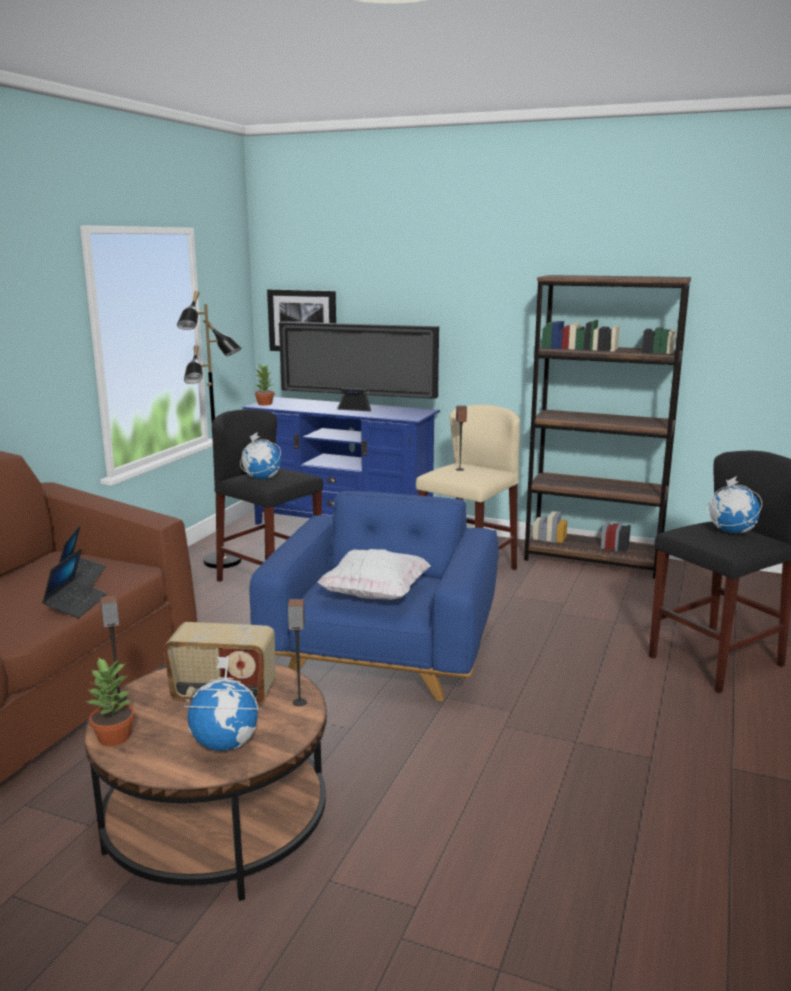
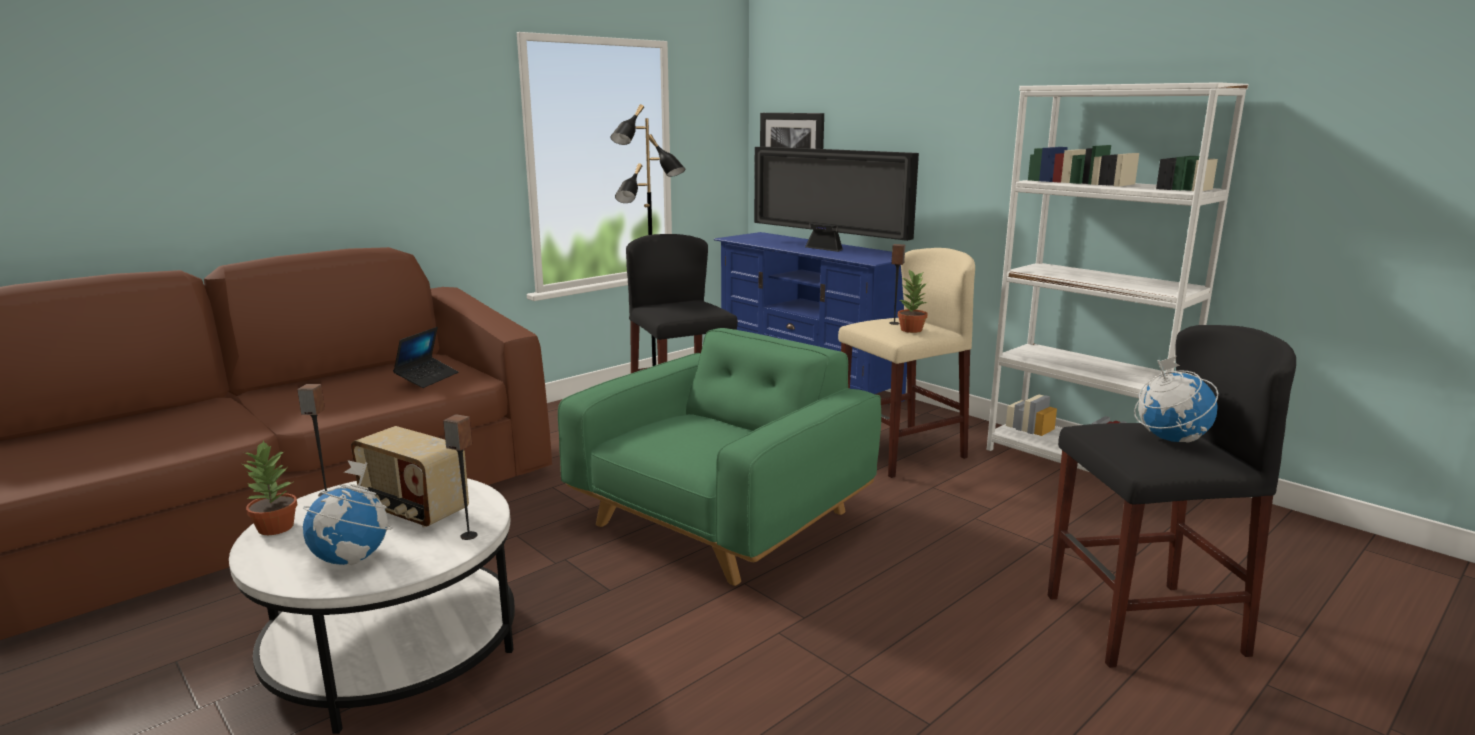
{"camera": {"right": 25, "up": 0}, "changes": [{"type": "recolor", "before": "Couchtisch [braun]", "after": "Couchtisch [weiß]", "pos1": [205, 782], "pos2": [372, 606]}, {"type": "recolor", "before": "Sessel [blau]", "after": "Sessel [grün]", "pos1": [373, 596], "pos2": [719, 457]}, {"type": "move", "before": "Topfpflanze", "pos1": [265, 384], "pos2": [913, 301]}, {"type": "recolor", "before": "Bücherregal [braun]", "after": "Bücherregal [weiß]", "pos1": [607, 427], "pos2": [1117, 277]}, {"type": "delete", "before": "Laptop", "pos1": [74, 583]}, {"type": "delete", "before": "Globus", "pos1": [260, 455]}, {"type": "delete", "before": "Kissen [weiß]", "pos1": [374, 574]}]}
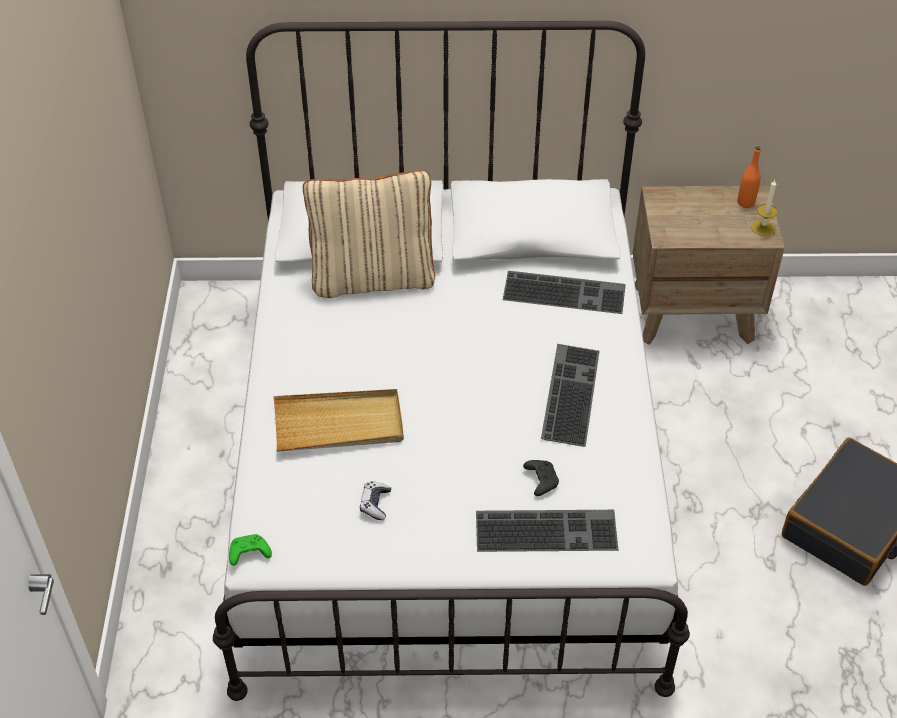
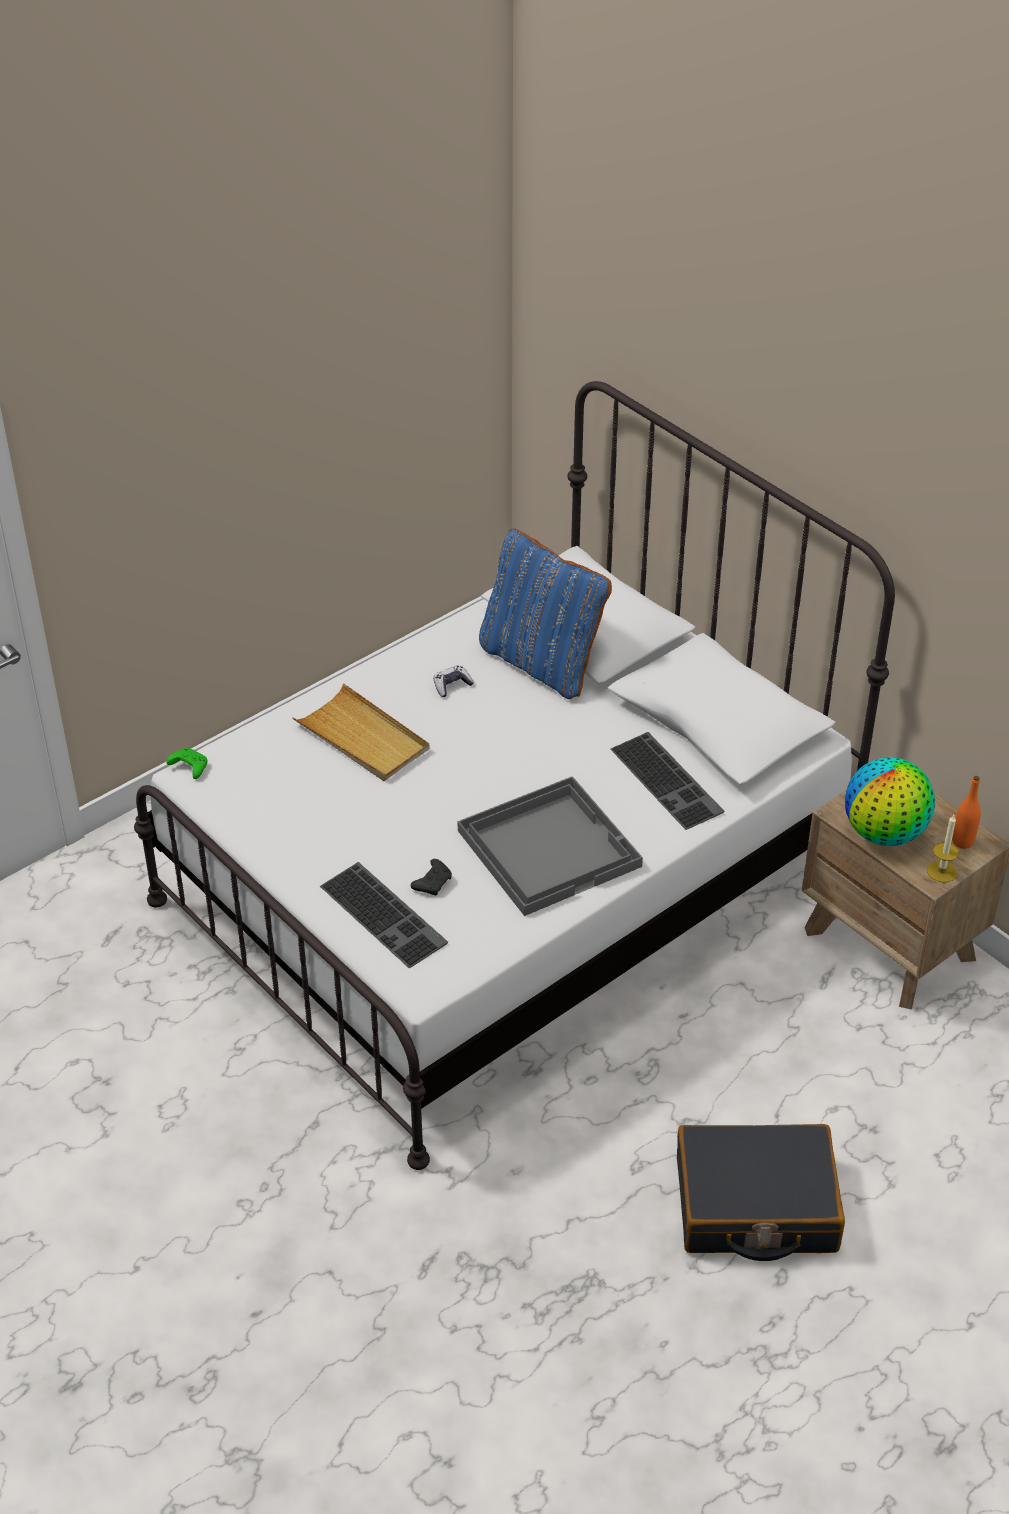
{"camera": {"right": 50, "up": -5}, "changes": [{"type": "move", "before": "Gamepad", "pos1": [375, 500], "pos2": [453, 681]}, {"type": "replace", "before": "Tastatur", "after": "Tablett [grau]", "pos1": [570, 395], "pos2": [550, 846]}, {"type": "recolor", "before": "Kissen [beige]", "after": "Kissen [blau]", "pos1": [369, 234], "pos2": [545, 613]}, {"type": "insert", "after": "Globus", "pos2": [890, 801]}]}
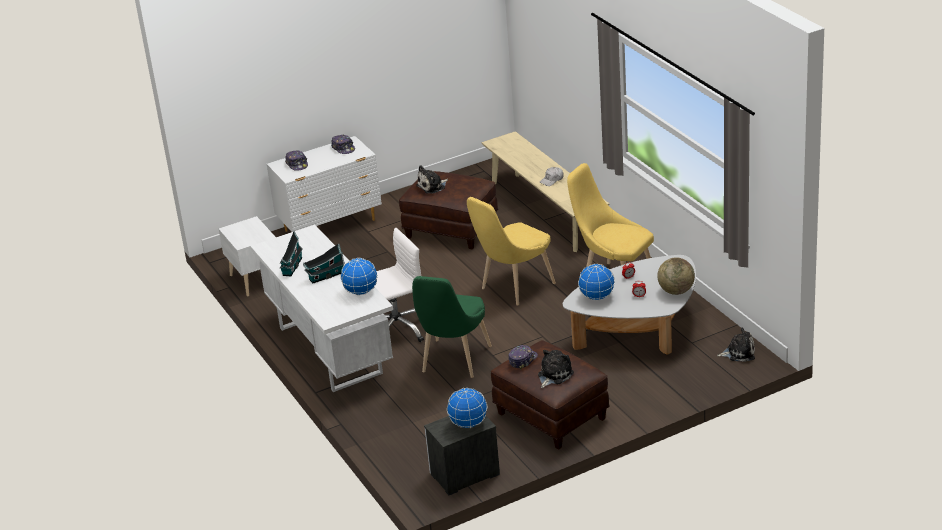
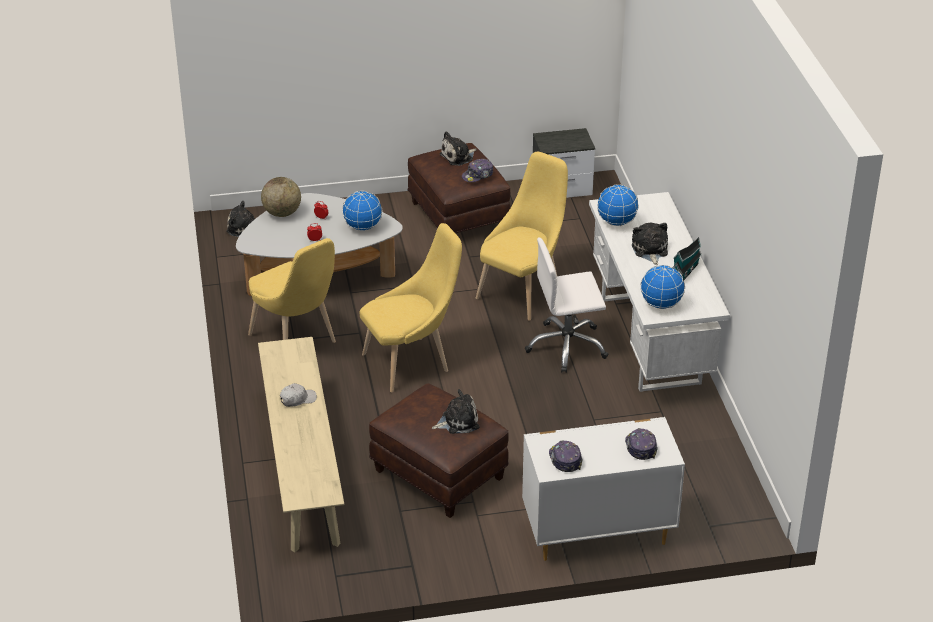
{"camera": {"right": -165, "up": 5}, "changes": [{"type": "recolor", "before": "Stuhl [grün]", "after": "Stuhl [gelb]", "pos1": [452, 327], "pos2": [522, 236]}, {"type": "replace", "before": "Spielzeughaus", "after": "Plüschtier", "pos1": [324, 263], "pos2": [650, 243]}, {"type": "move", "before": "Globus", "pos1": [467, 408], "pos2": [662, 287]}, {"type": "delete", "before": "Nachttisch [weiß]", "pos1": [247, 256]}]}
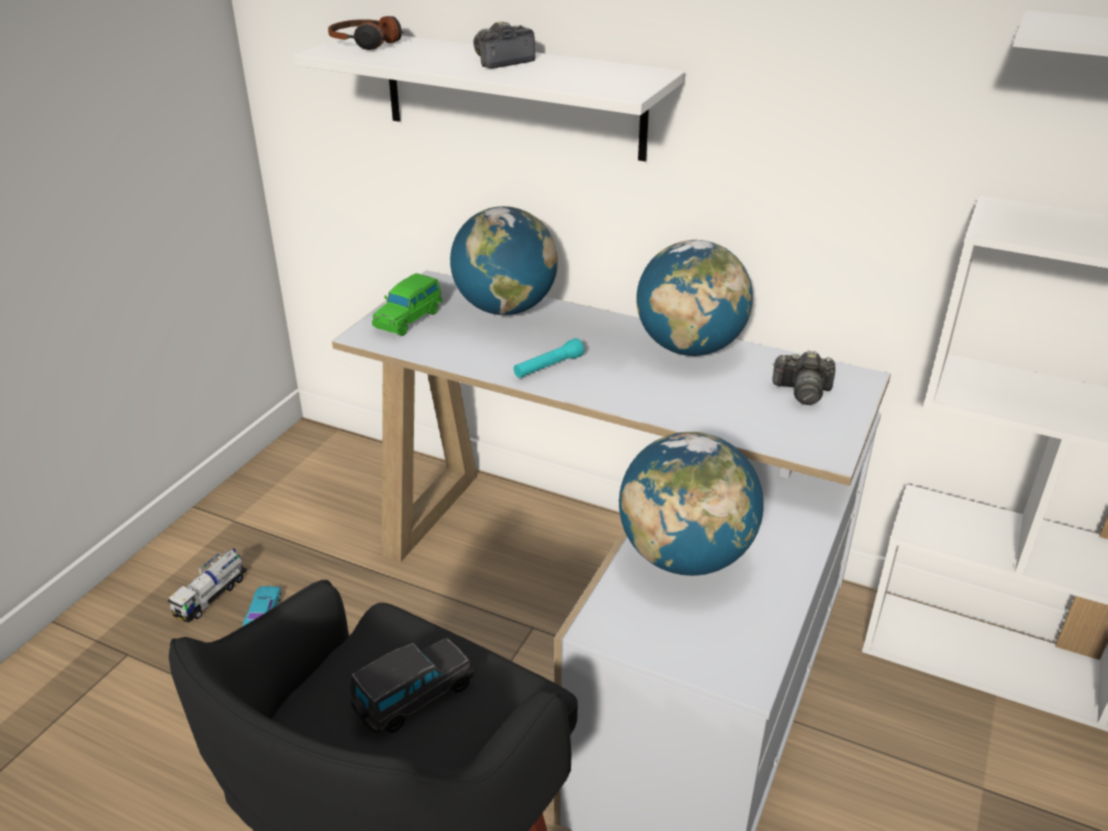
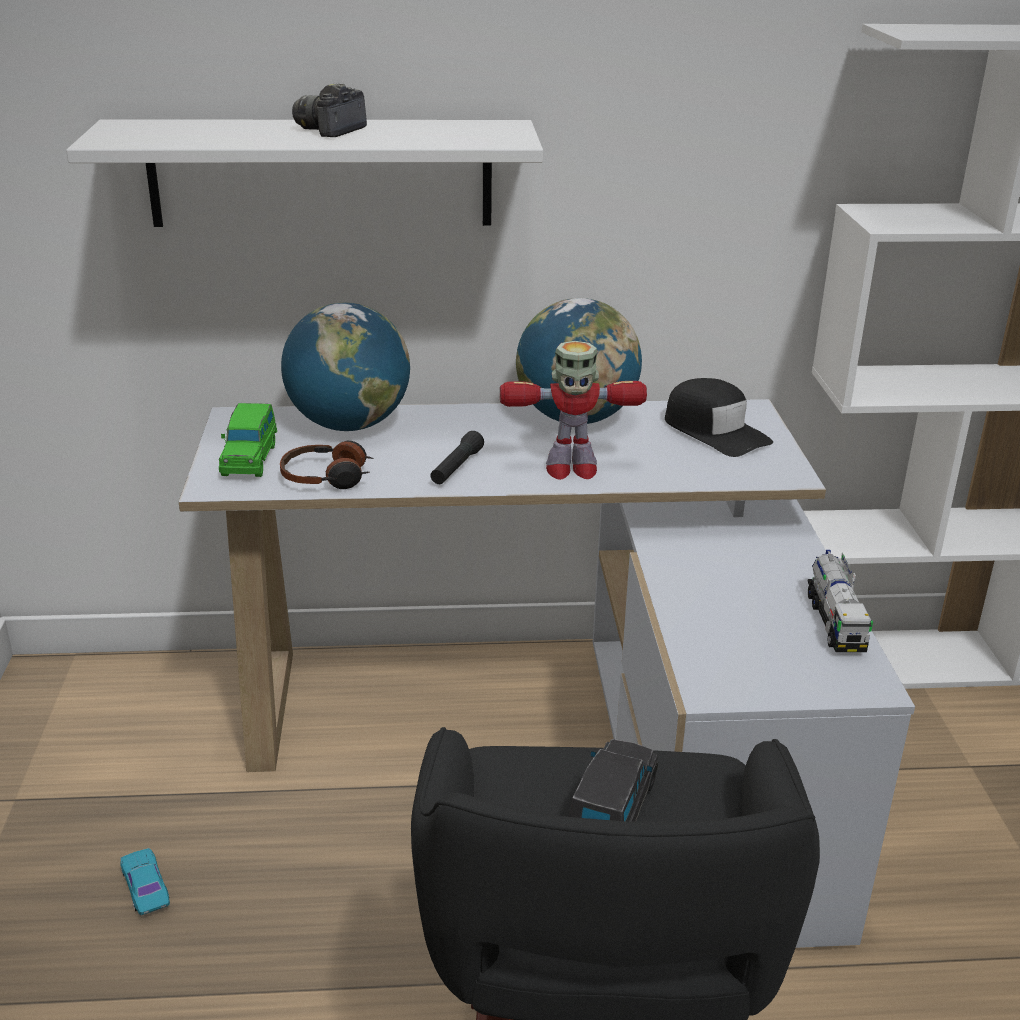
{"camera": {"right": -30, "up": -5}, "changes": [{"type": "move", "before": "Kopfhörer", "pos1": [366, 33], "pos2": [327, 465]}, {"type": "recolor", "before": "Taschenlampe [türkis]", "after": "Taschenlampe [schwarz]", "pos1": [549, 358], "pos2": [457, 457]}, {"type": "insert", "after": "Spielzeugroboter", "pos2": [573, 410]}, {"type": "replace", "before": "Kamera", "after": "Kappe [schwarz]", "pos1": [803, 377], "pos2": [719, 417]}, {"type": "move", "before": "Spielzeuglaster", "pos1": [207, 585], "pos2": [840, 601]}, {"type": "delete", "before": "Globus", "pos1": [691, 504]}]}
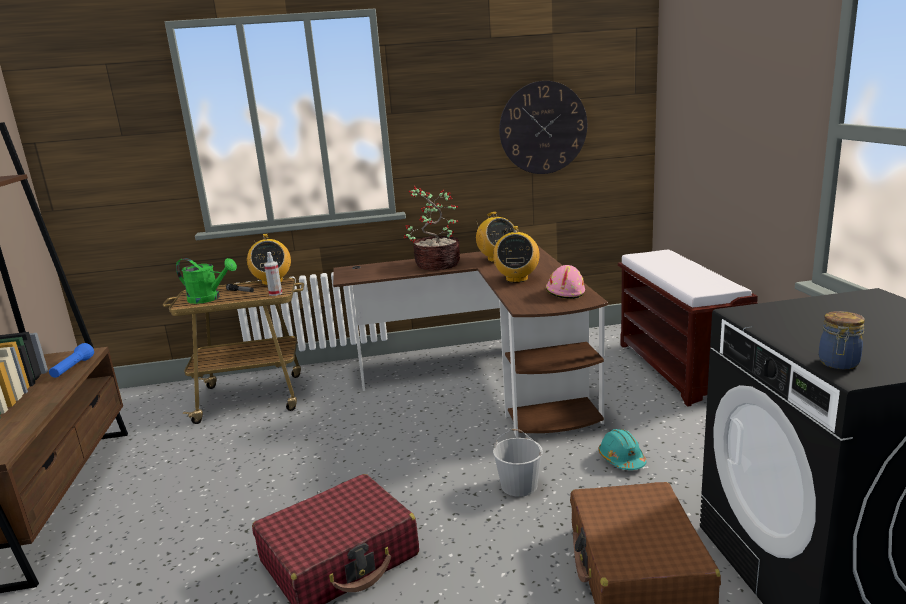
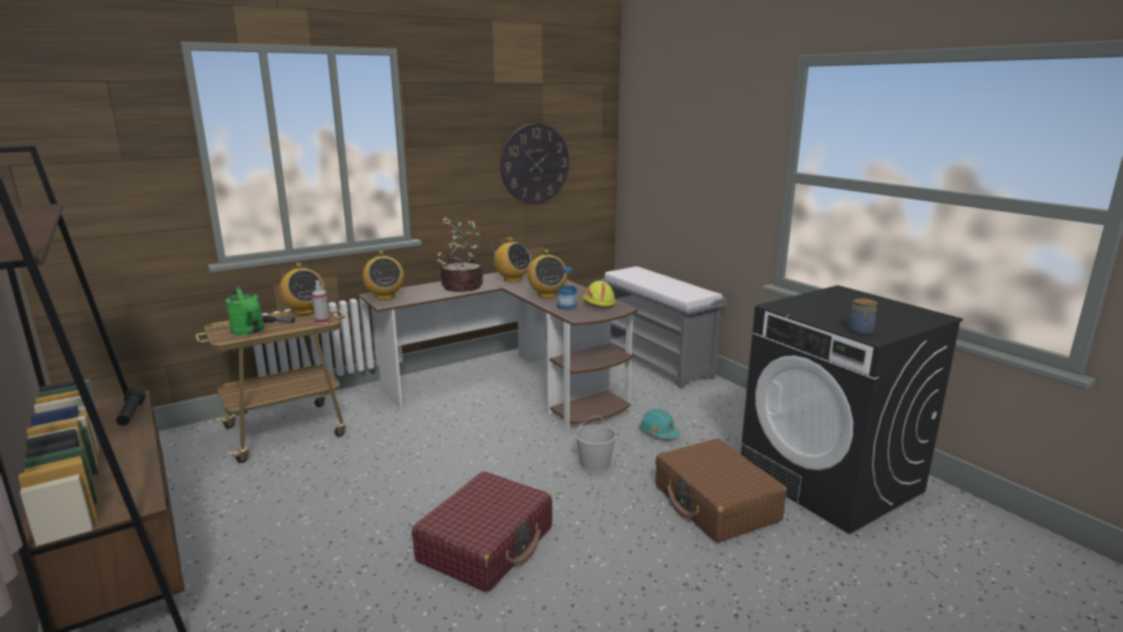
{"camera": {"right": -25, "up": 0}, "changes": [{"type": "recolor", "before": "Taschenlampe [blau]", "after": "Taschenlampe [schwarz]", "pos1": [71, 360], "pos2": [131, 406]}, {"type": "rotate", "before": "Gießkanne [grün]", "pos1": [206, 281], "pos2": [244, 310], "turn": 60}, {"type": "insert", "after": "Radio", "pos2": [383, 275]}, {"type": "insert", "after": "Flasche", "pos2": [567, 288]}, {"type": "recolor", "before": "Schutzhelm [rosa]", "after": "Schutzhelm [gelb]", "pos1": [565, 282], "pos2": [598, 294]}, {"type": "recolor", "before": "Bank [braun]", "after": "Bank [grau]", "pos1": [688, 328], "pos2": [664, 327]}]}
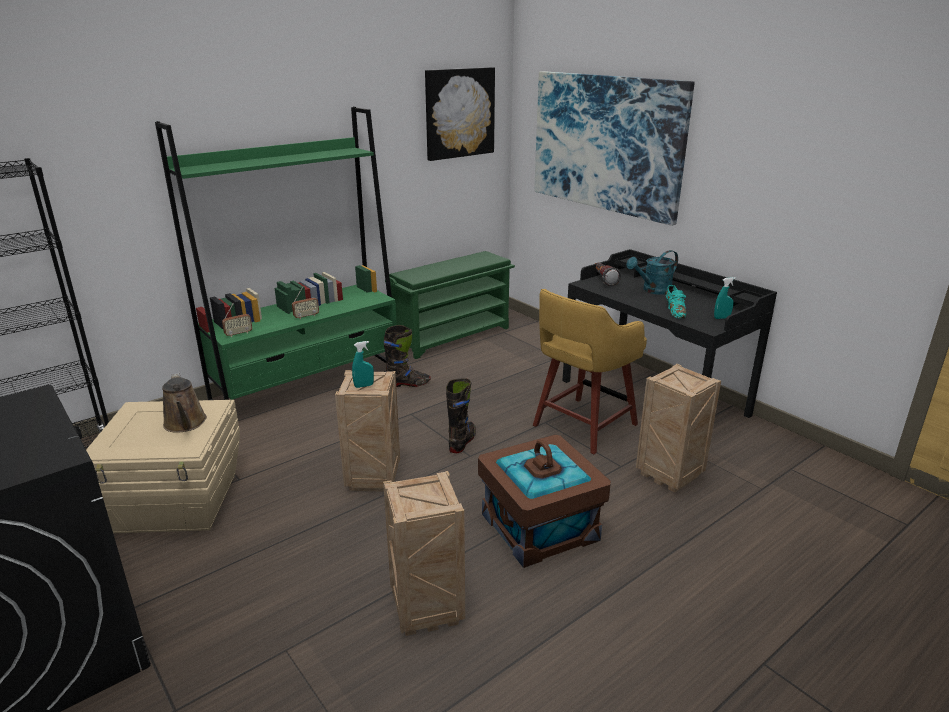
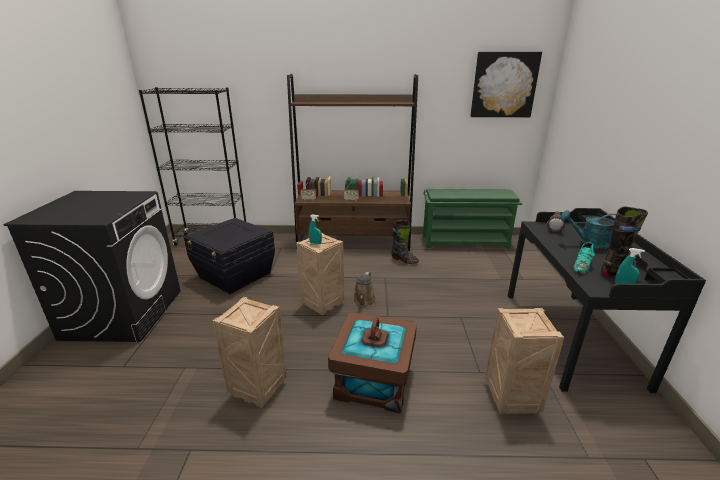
{"camera": {"right": 40, "up": 0}, "changes": [{"type": "recolor", "before": "Aufbewahrungsbox [beige]", "after": "Aufbewahrungsbox [schwarz]", "pos1": [163, 466], "pos2": [229, 256]}, {"type": "recolor", "before": "Bücherregal [grün]", "after": "Bücherregal [braun]", "pos1": [276, 253], "pos2": [352, 162]}, {"type": "move", "before": "Gießkanne [braun]", "pos1": [184, 403], "pos2": [364, 289]}, {"type": "move", "before": "Stiefel [schwarz]", "pos1": [461, 415], "pos2": [624, 242]}, {"type": "delete", "before": "Hocker [gelb]", "pos1": [590, 371]}, {"type": "delete", "before": "Bild", "pos1": [614, 148]}]}
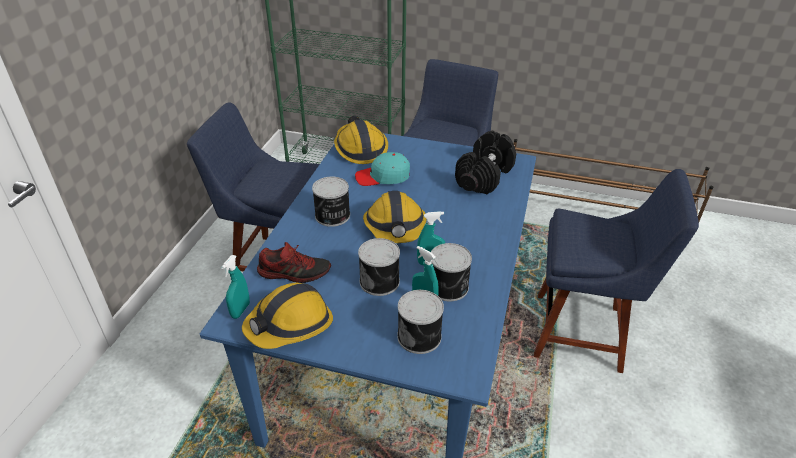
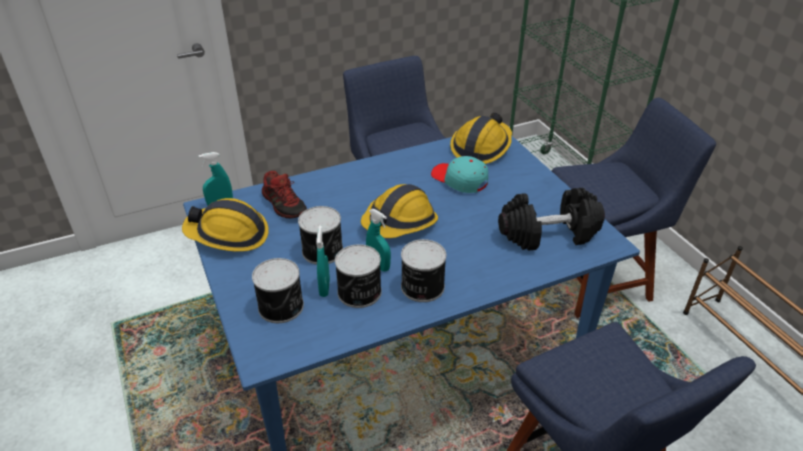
{"camera": {"right": 50, "up": 0}, "changes": [{"type": "move", "before": "Dose", "pos1": [331, 202], "pos2": [423, 270]}]}
